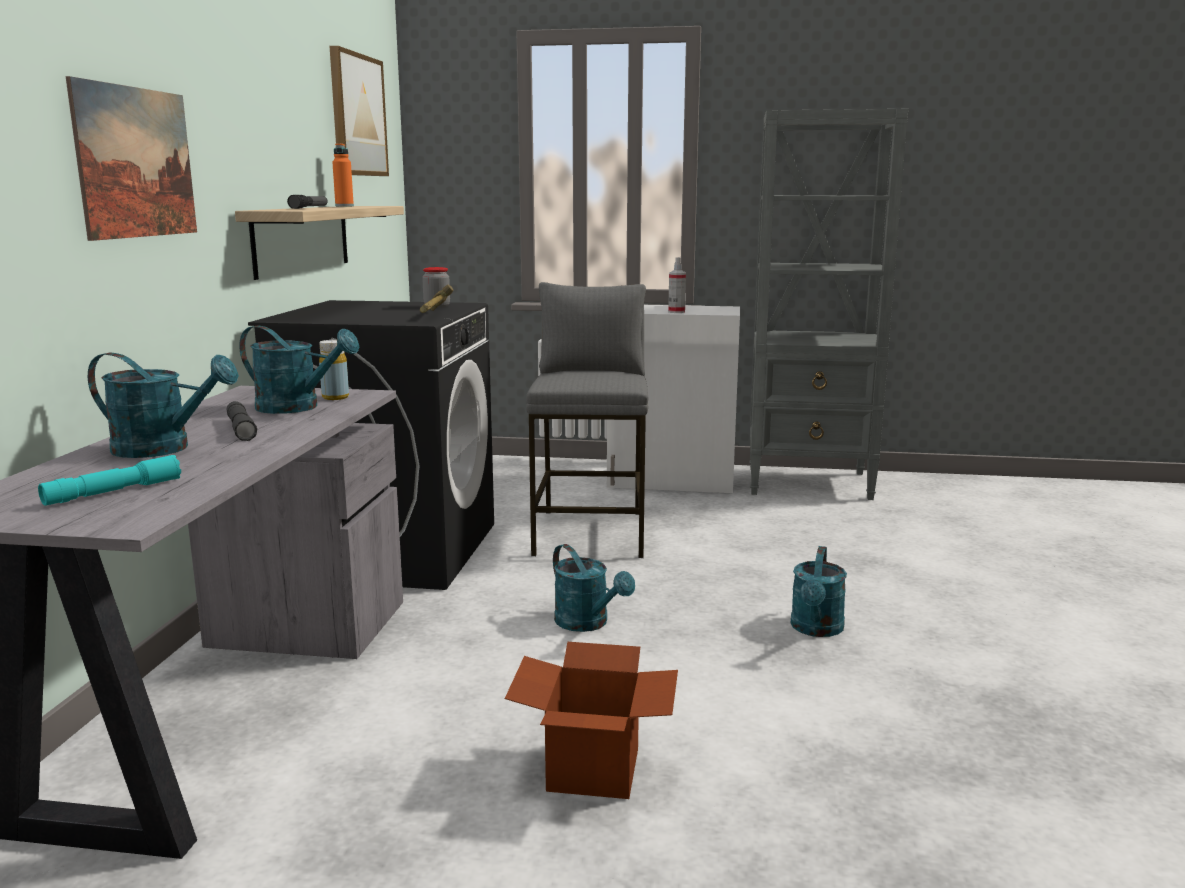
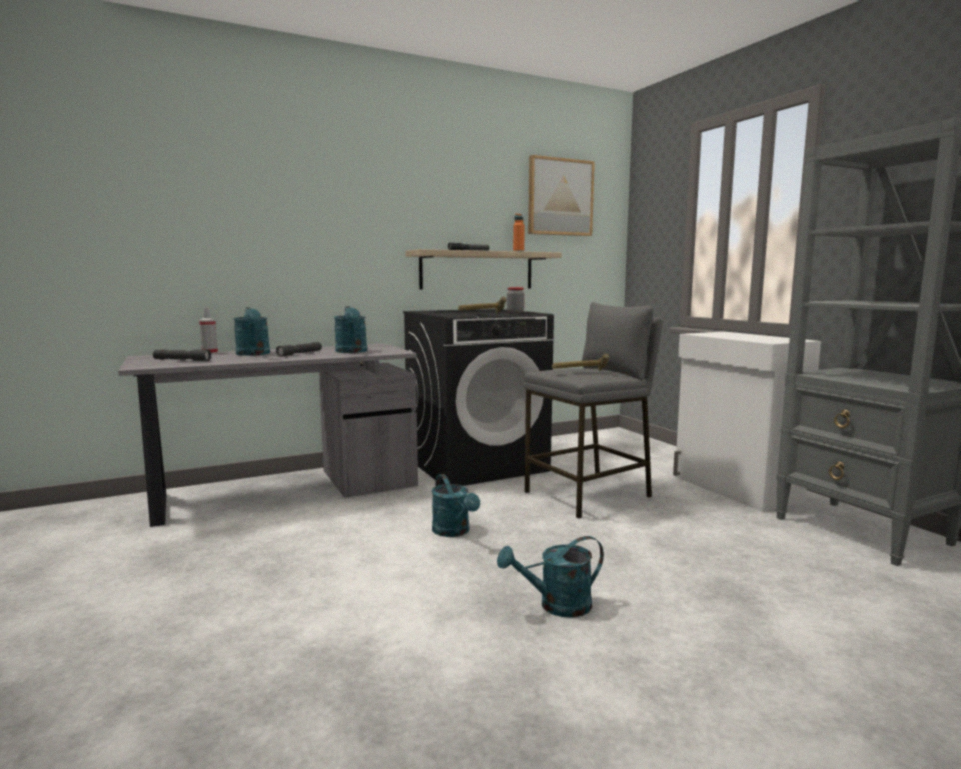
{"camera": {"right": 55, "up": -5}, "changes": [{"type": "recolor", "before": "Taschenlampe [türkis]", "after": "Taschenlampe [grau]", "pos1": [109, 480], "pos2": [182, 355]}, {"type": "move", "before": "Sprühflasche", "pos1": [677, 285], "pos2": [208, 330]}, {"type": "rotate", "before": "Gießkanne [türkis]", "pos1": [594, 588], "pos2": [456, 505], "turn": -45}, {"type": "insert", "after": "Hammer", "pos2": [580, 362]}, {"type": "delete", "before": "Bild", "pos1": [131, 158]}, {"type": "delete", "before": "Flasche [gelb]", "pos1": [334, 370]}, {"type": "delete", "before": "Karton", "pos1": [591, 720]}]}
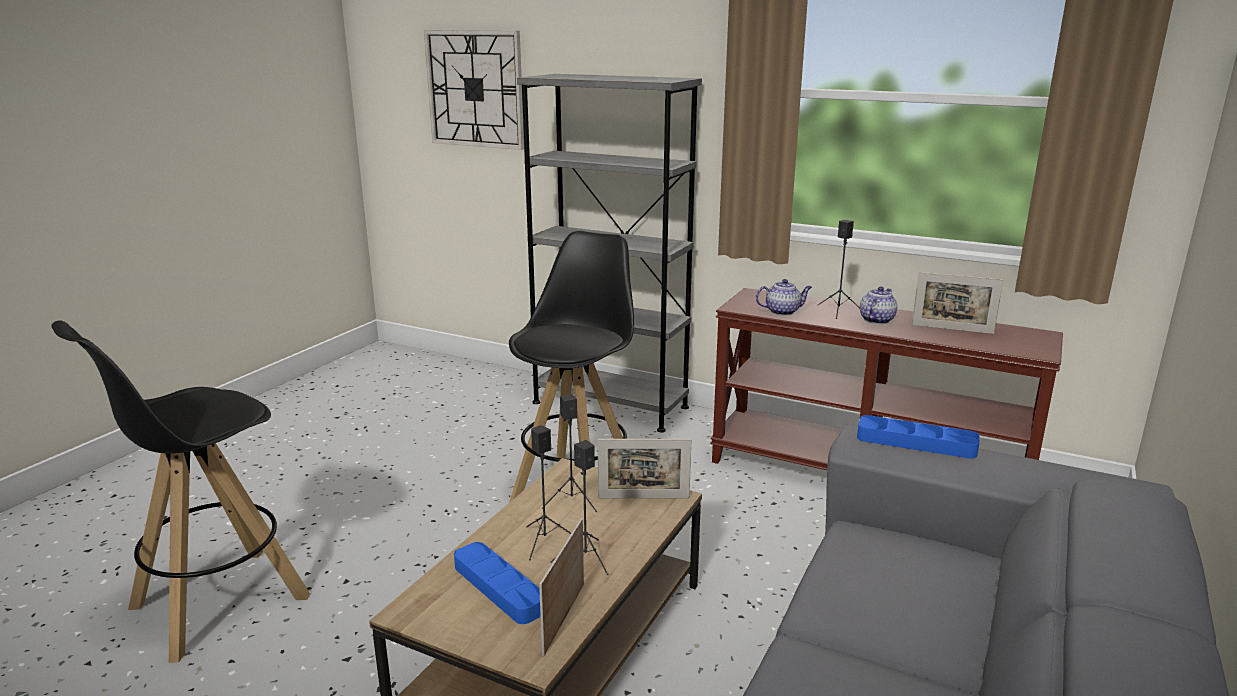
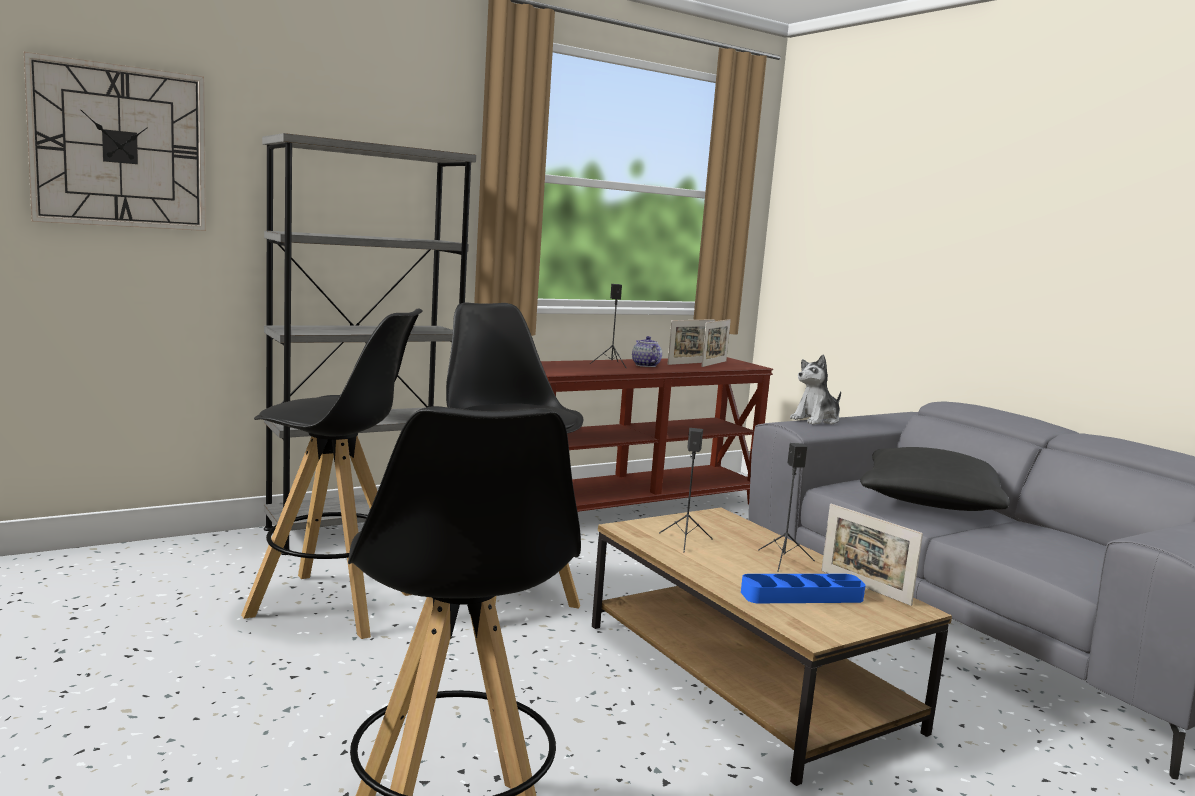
{"camera": {"right": -60, "up": -10}, "changes": [{"type": "insert", "after": "Hocker [schwarz]", "pos2": [332, 473]}, {"type": "move", "before": "Bilderrahmen", "pos1": [644, 468], "pos2": [716, 343]}, {"type": "replace", "before": "Tablett [blau]", "after": "Plüschtier", "pos1": [918, 437], "pos2": [815, 389]}, {"type": "insert", "after": "Kissen [schwarz]", "pos2": [935, 479]}, {"type": "delete", "before": "Lautsprecher [schwarz]", "pos1": [548, 492]}, {"type": "delete", "before": "Teekanne", "pos1": [784, 297]}]}
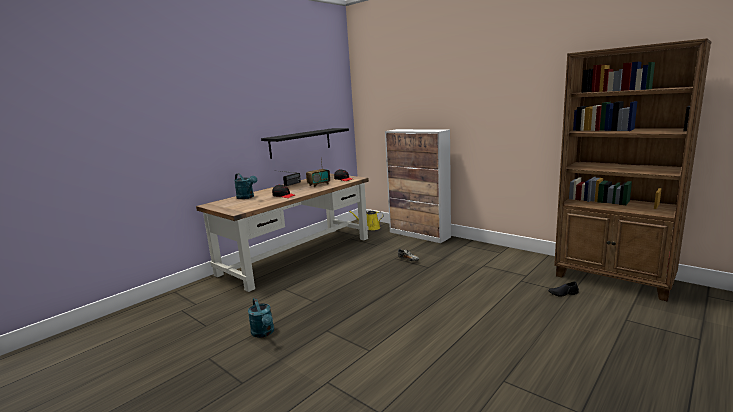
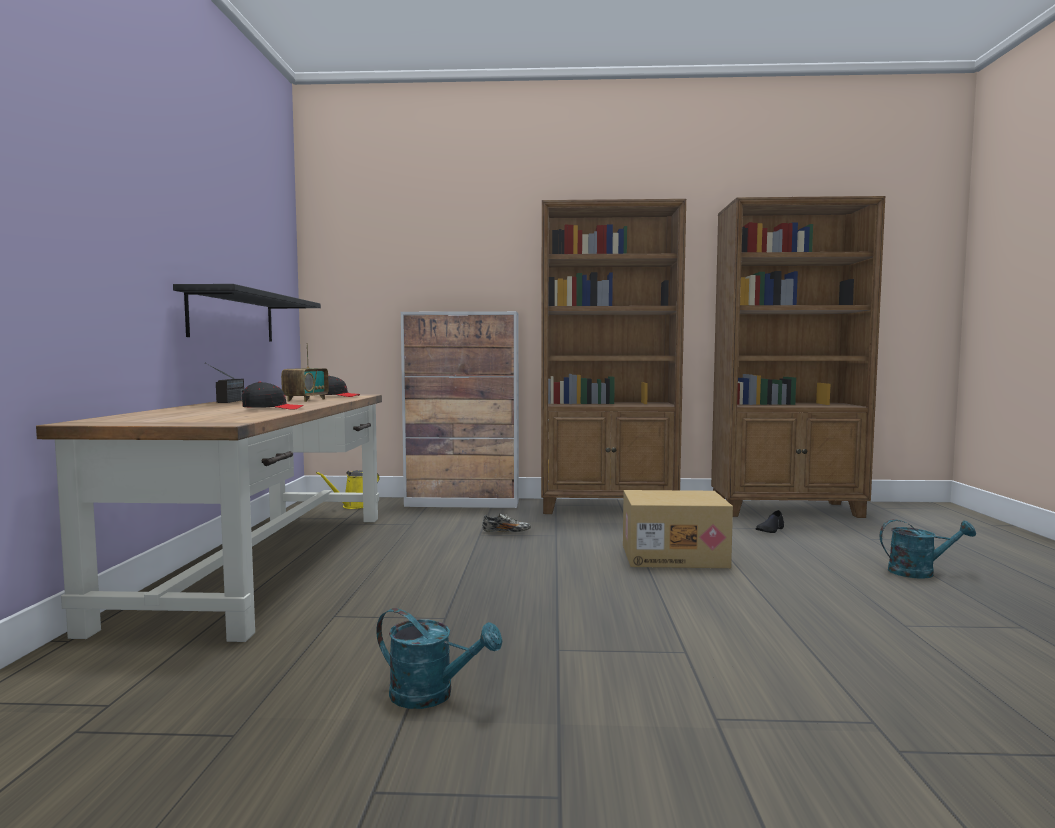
{"camera": {"right": -40, "up": -10}, "changes": [{"type": "insert", "after": "Bücherregal [braun]", "pos2": [613, 356]}, {"type": "insert", "after": "Karton", "pos2": [678, 529]}, {"type": "move", "before": "Gießkanne [türkis]", "pos1": [245, 186], "pos2": [928, 549]}]}
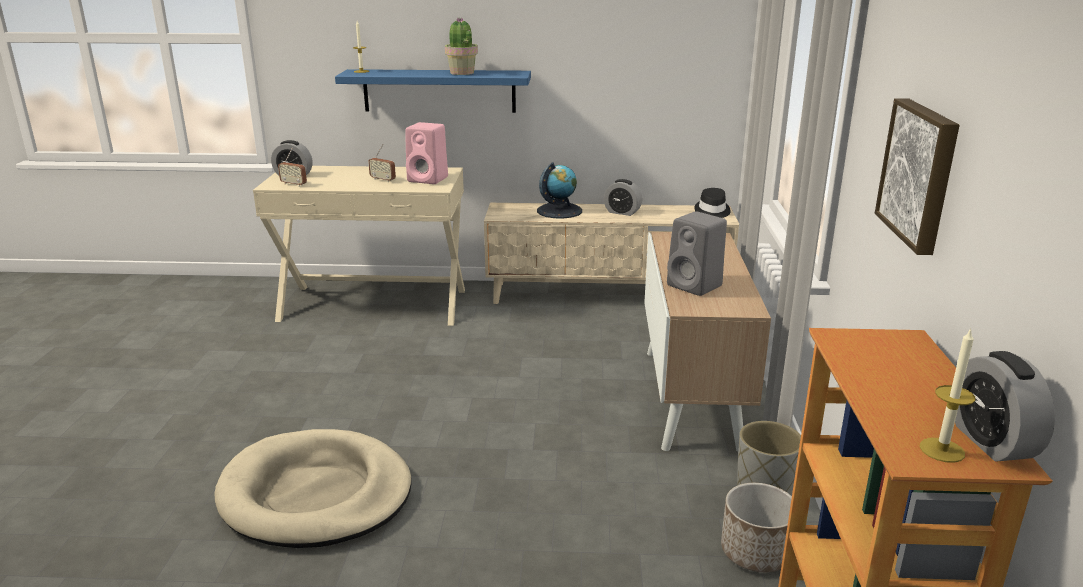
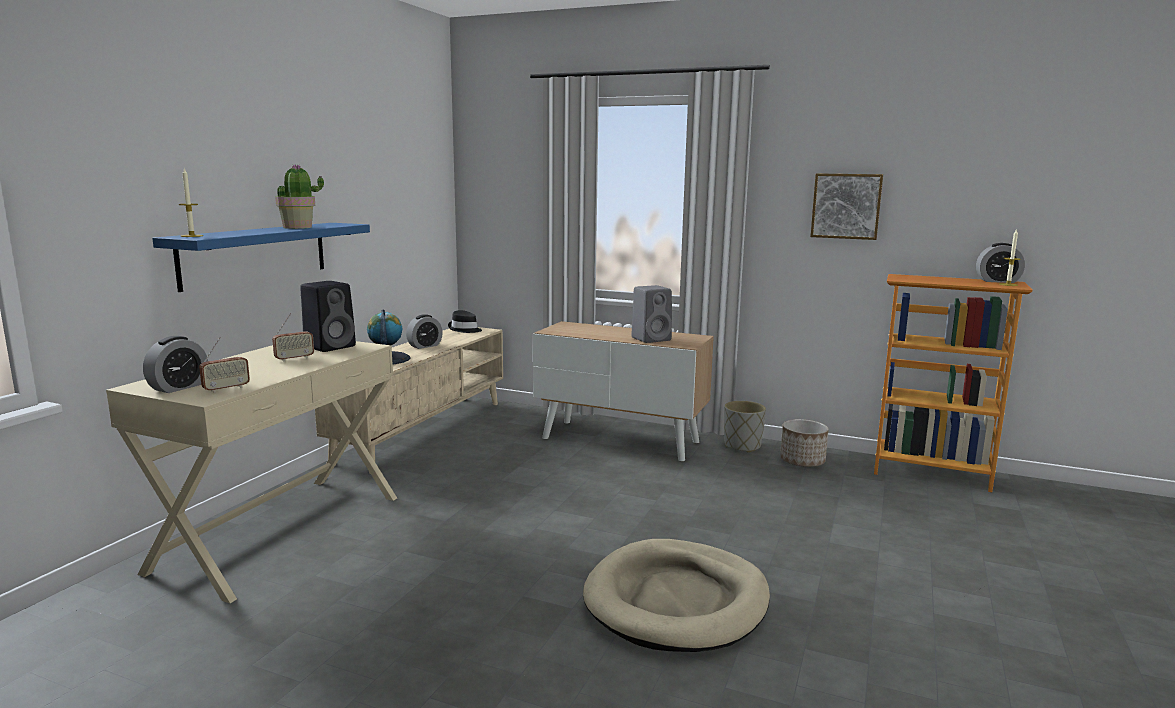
{"camera": {"right": -70, "up": -10}, "changes": [{"type": "recolor", "before": "Lautsprecher [rosa]", "after": "Lautsprecher [schwarz]", "pos1": [426, 153], "pos2": [328, 316]}]}
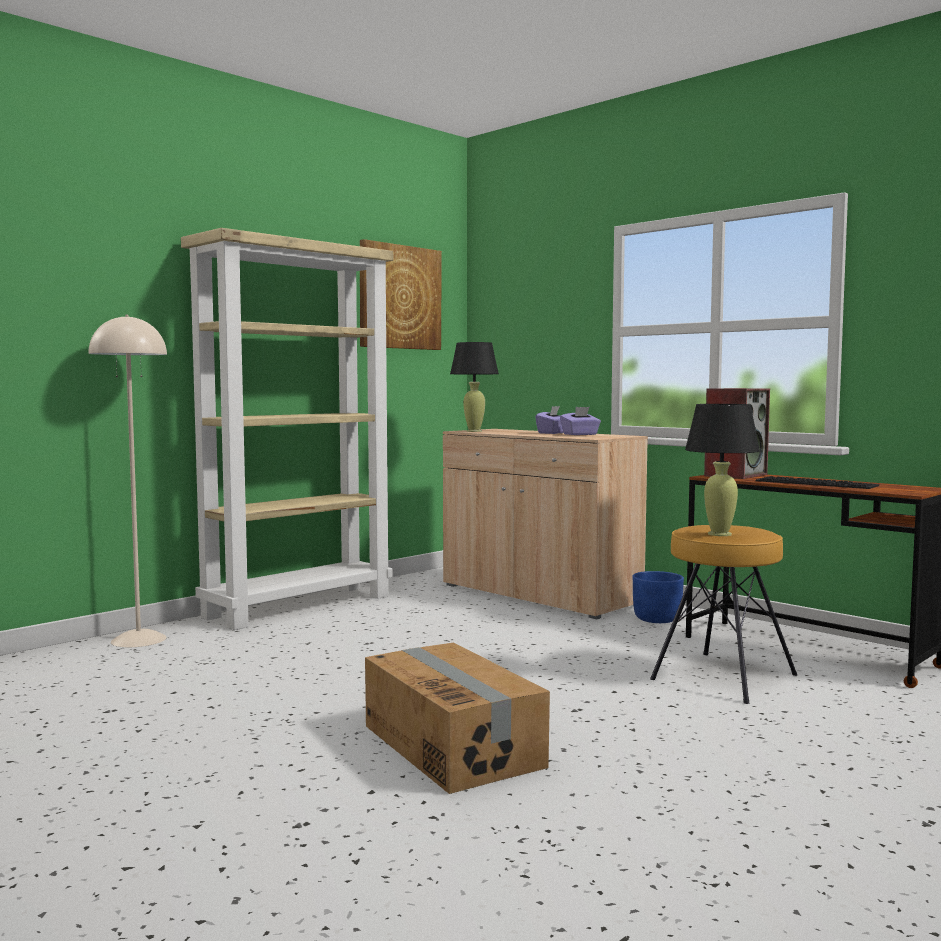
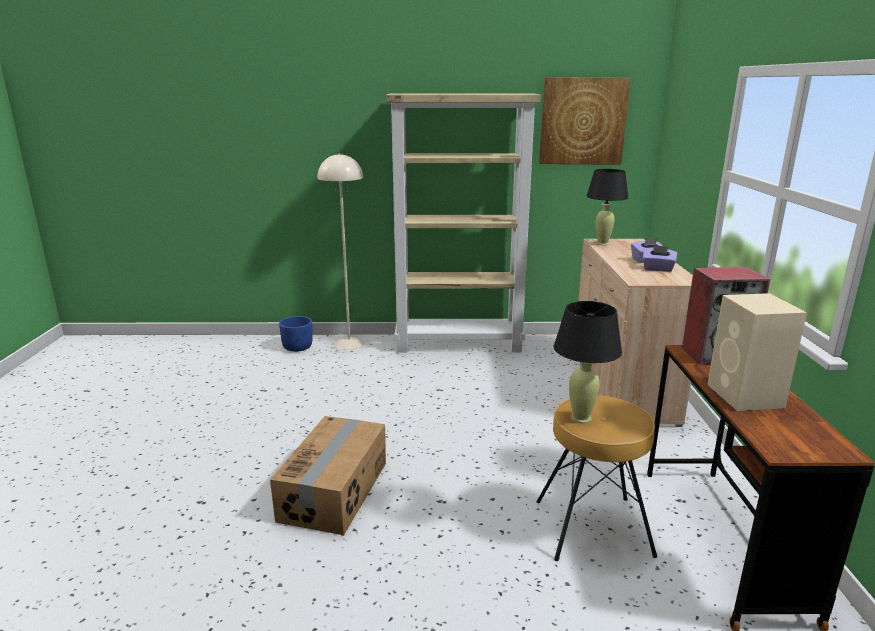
{"camera": {"right": 45, "up": 15}, "changes": [{"type": "move", "before": "Pflanzkübel [blau]", "pos1": [658, 597], "pos2": [296, 334]}, {"type": "replace", "before": "Tastatur", "after": "Lautsprecher [beige]", "pos1": [817, 482], "pos2": [757, 352]}]}
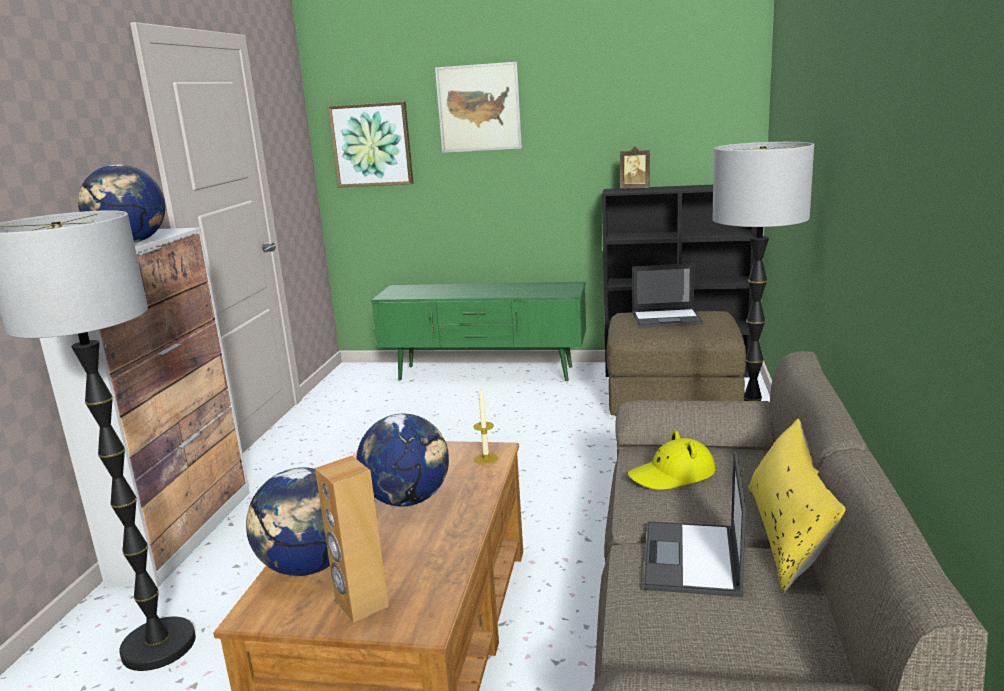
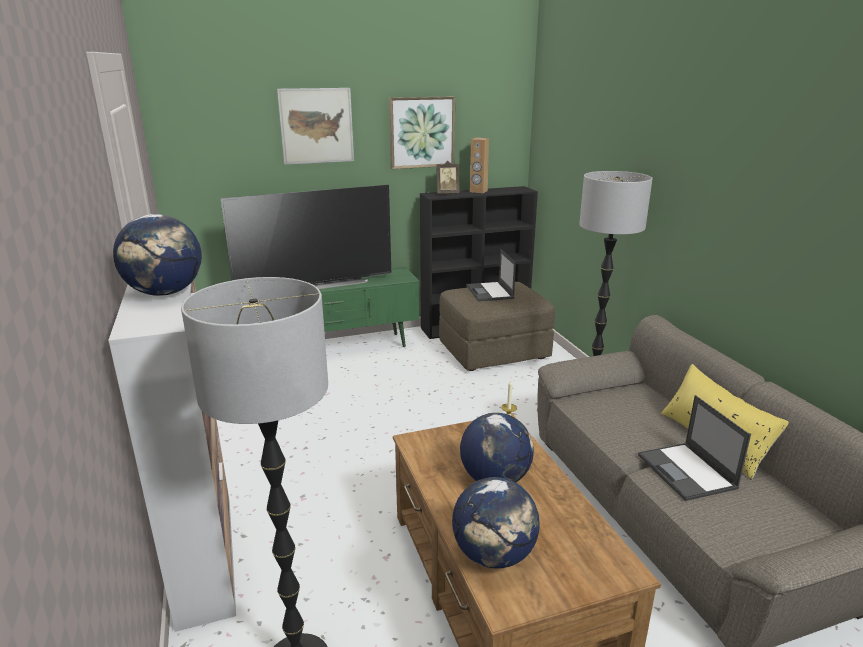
{"camera": {"right": -30, "up": 5}, "changes": [{"type": "insert", "after": "Fernseher", "pos2": [305, 237]}, {"type": "move", "before": "Bild", "pos1": [370, 144], "pos2": [422, 132]}, {"type": "rotate", "before": "Laptop", "pos1": [667, 295], "pos2": [491, 275], "turn": 105}, {"type": "move", "before": "Lautsprecher [braun]", "pos1": [352, 539], "pos2": [479, 165]}, {"type": "delete", "before": "Hut [gelb]", "pos1": [671, 460]}]}
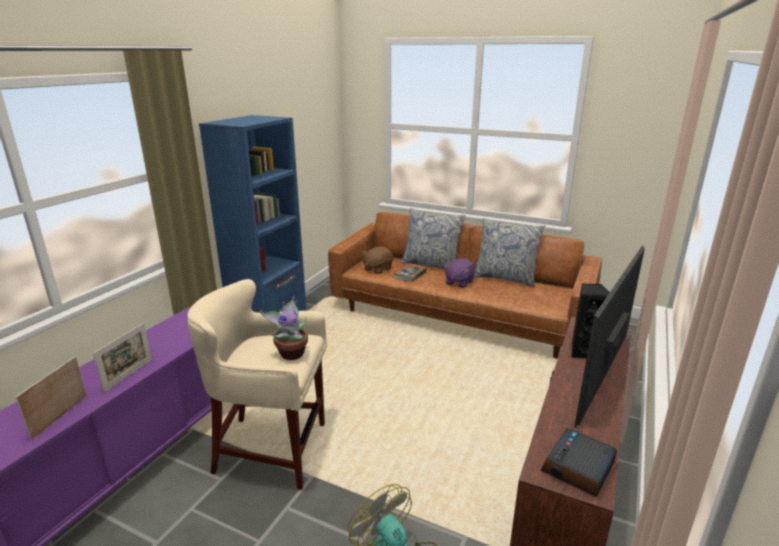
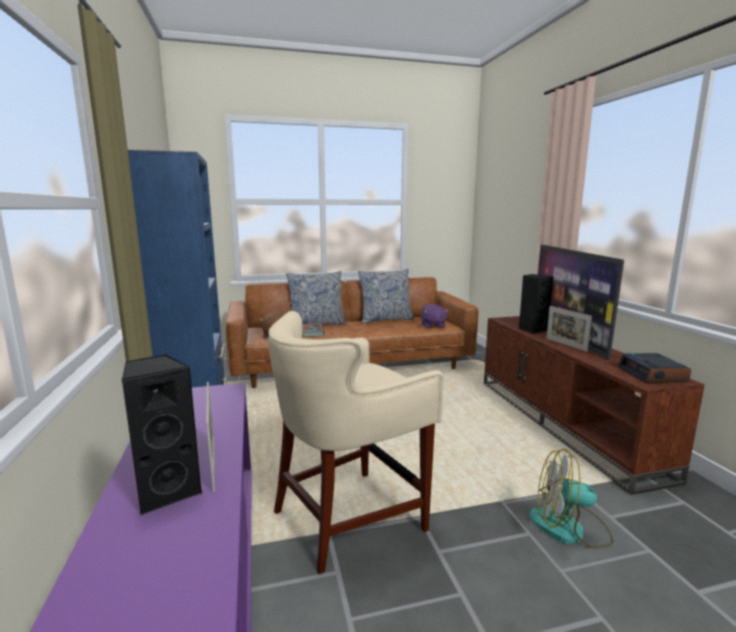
{"camera": {"right": -40, "up": -10}, "changes": [{"type": "insert", "after": "Lautsprecher [schwarz]", "pos2": [162, 434]}, {"type": "move", "before": "Plüschtier [lila]", "pos1": [459, 273], "pos2": [434, 316]}, {"type": "move", "before": "Bilderrahmen", "pos1": [51, 398], "pos2": [569, 329]}, {"type": "delete", "before": "Topfpflanze", "pos1": [284, 328]}]}
